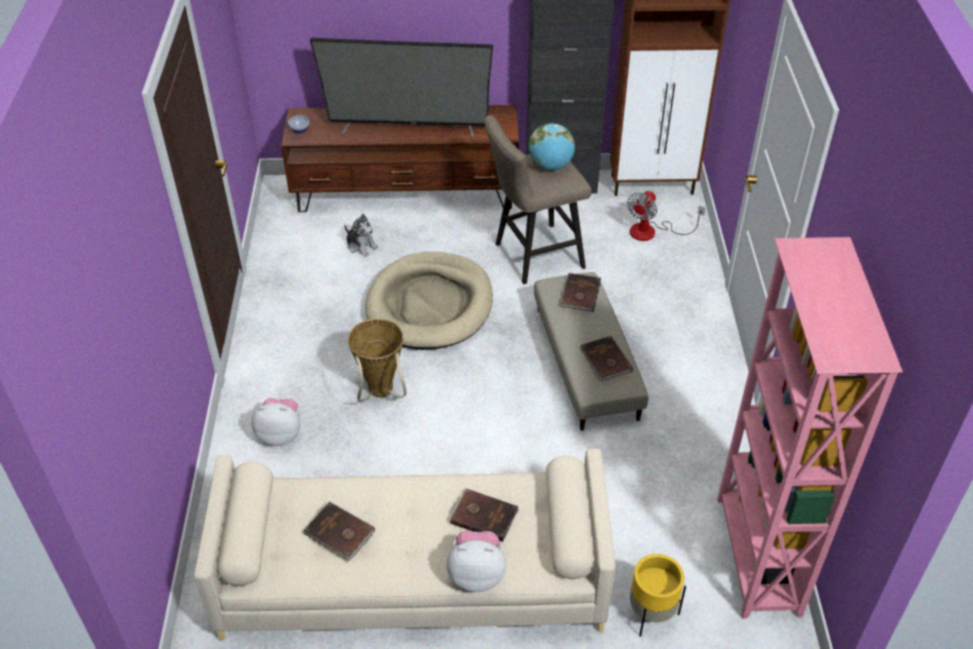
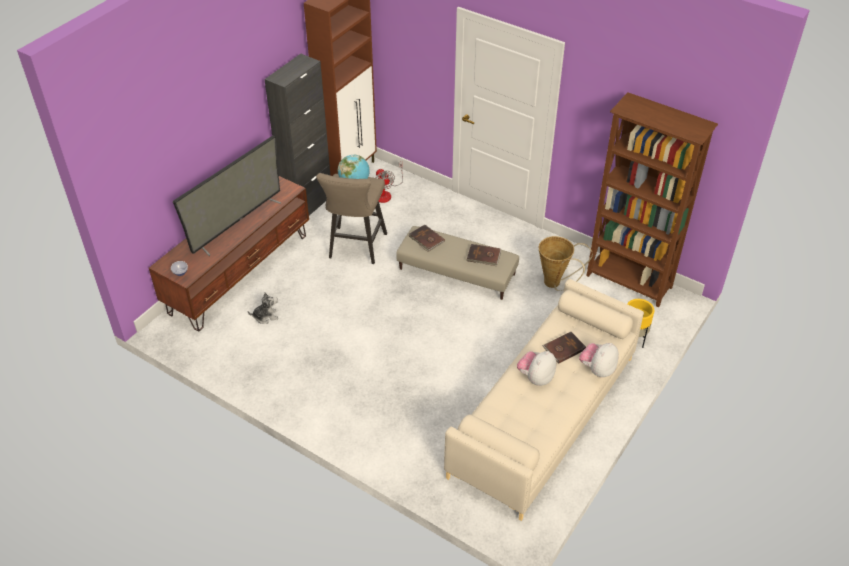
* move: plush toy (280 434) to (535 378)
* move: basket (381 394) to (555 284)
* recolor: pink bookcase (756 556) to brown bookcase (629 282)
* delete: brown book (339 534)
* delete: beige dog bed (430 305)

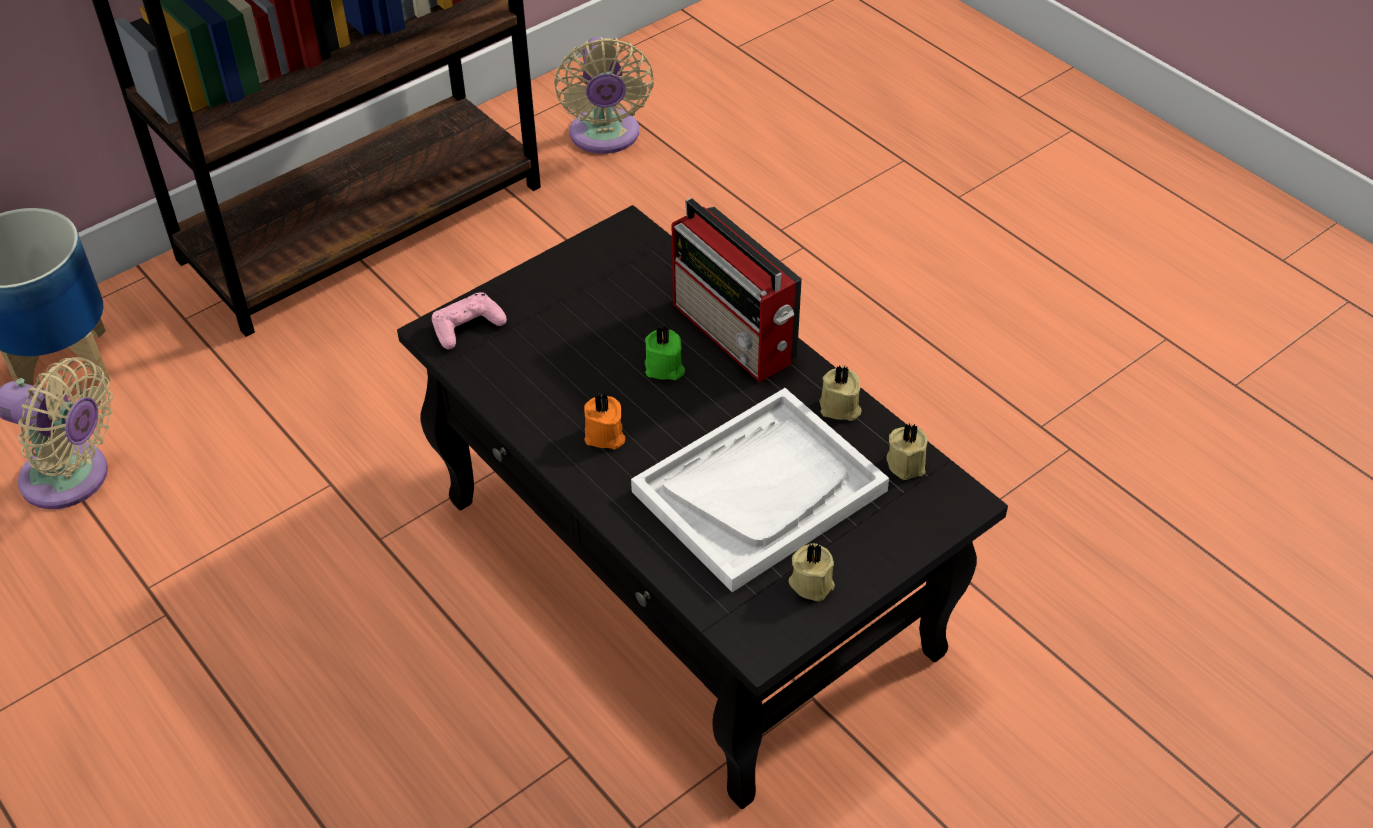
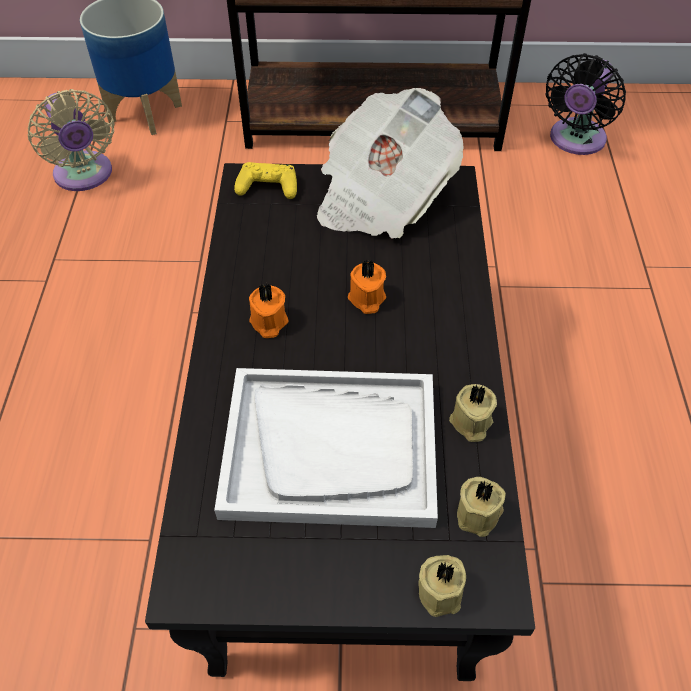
* recolor: pink game controller (467 326) to yellow game controller (268 187)
* insert: newspaper (381 196)
* recolor: green candle (664 368) to orange candle (366 299)
* move: beige candle (811 582) to (442 591)
* recolor: beige fan (605 137) to black fan (575 141)
* delete: radio (735 335)

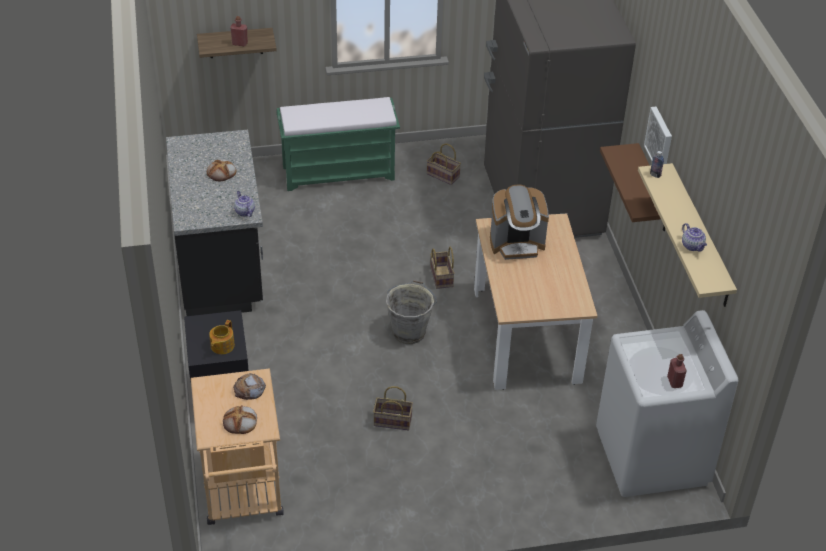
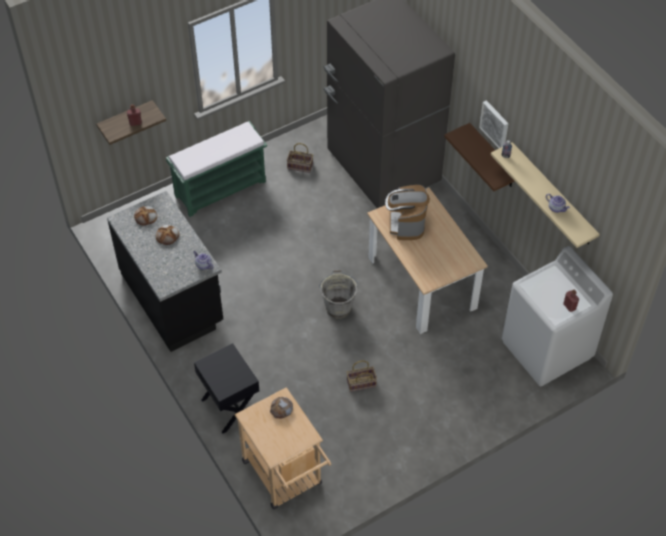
* move: bread (240 422) to (146 217)
* rotate: coffee machine (517 244) = (406 224) 120 degrees clockwise
* delete: teapot (222 346)
* delete: basket (440 276)

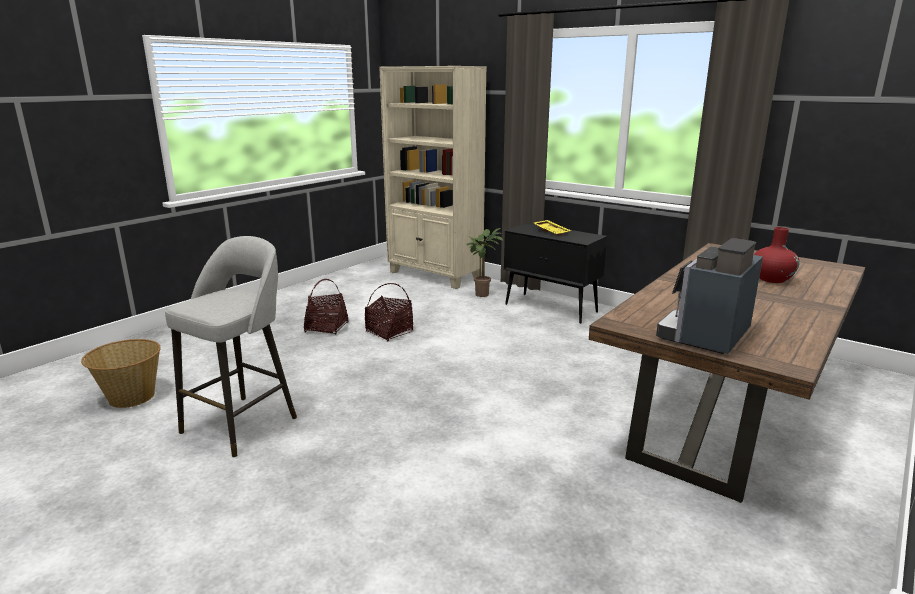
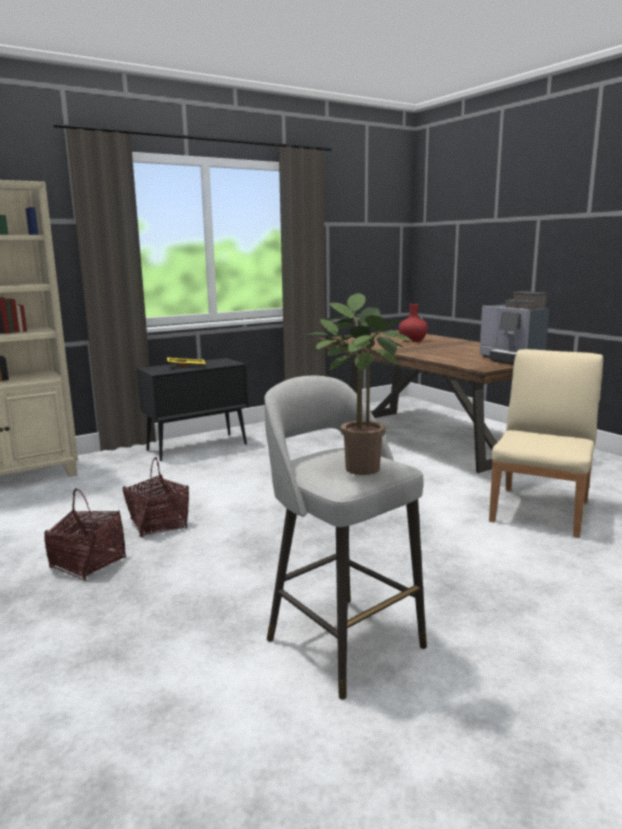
* move: potted plant (482 293) to (356 468)
* insert: beige chair (540 510)
* delete: basket (131 397)

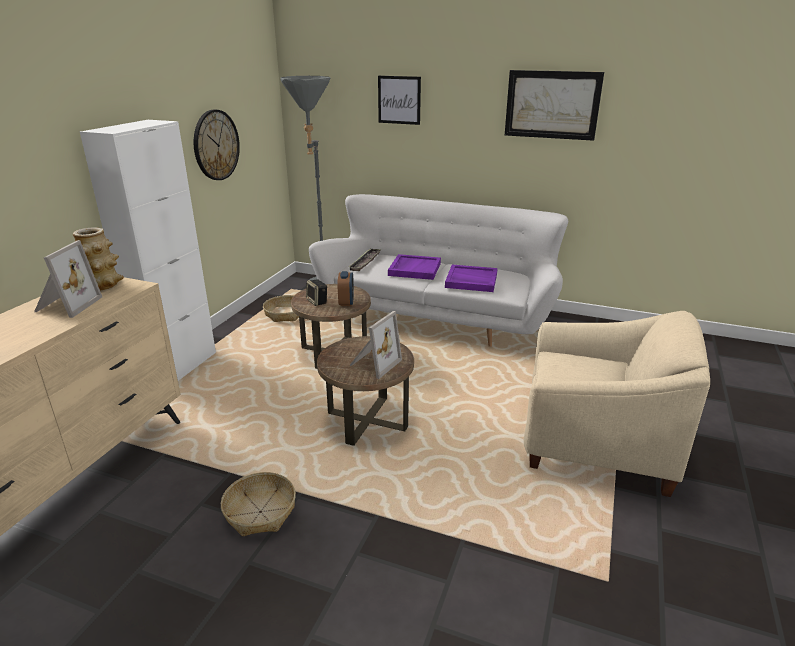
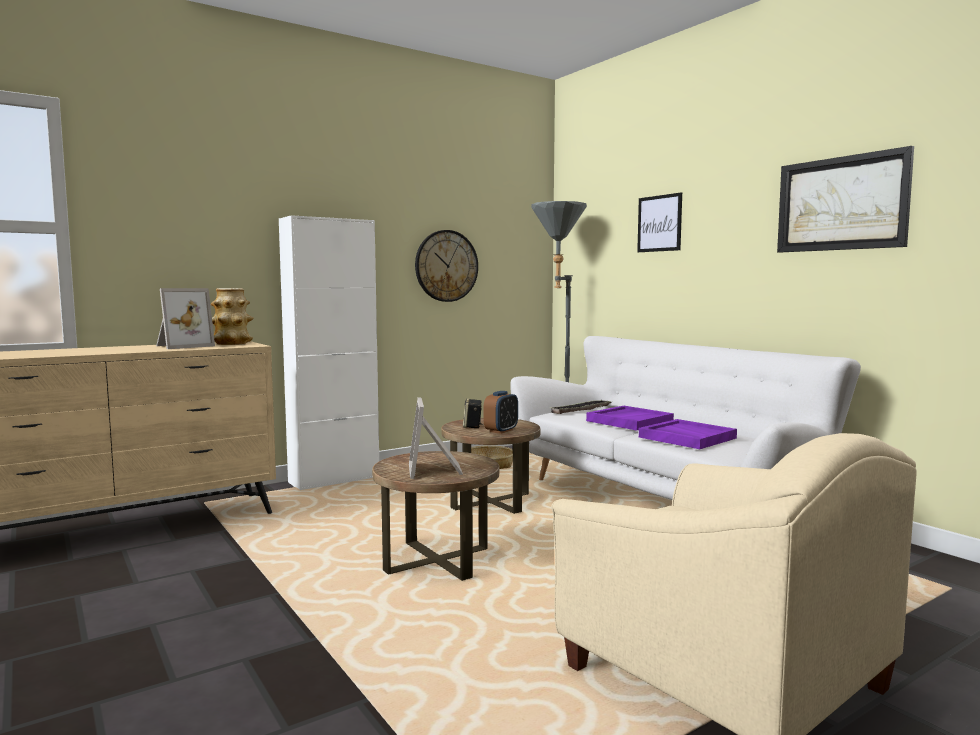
* rotate: picture frame (373 363) = (436 470) 105 degrees clockwise
* delete: basket (260 511)

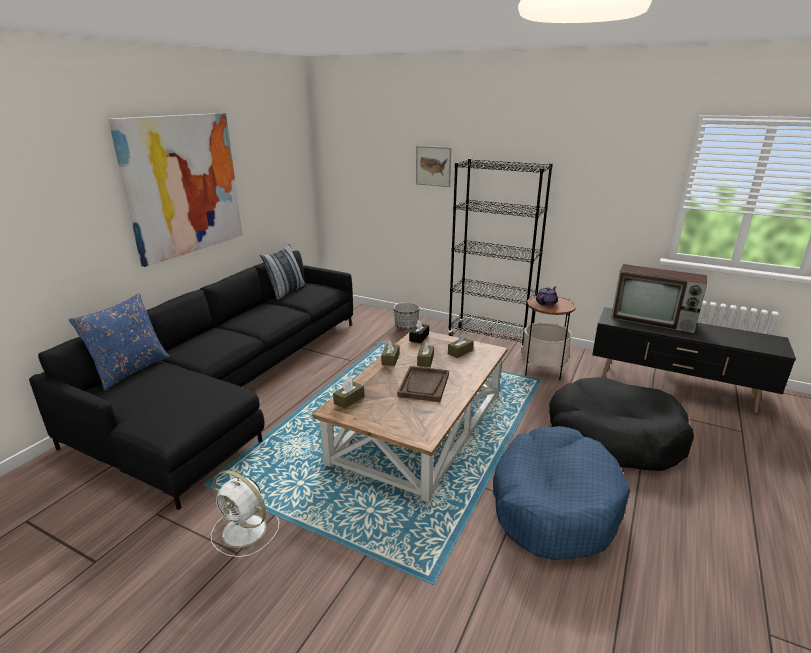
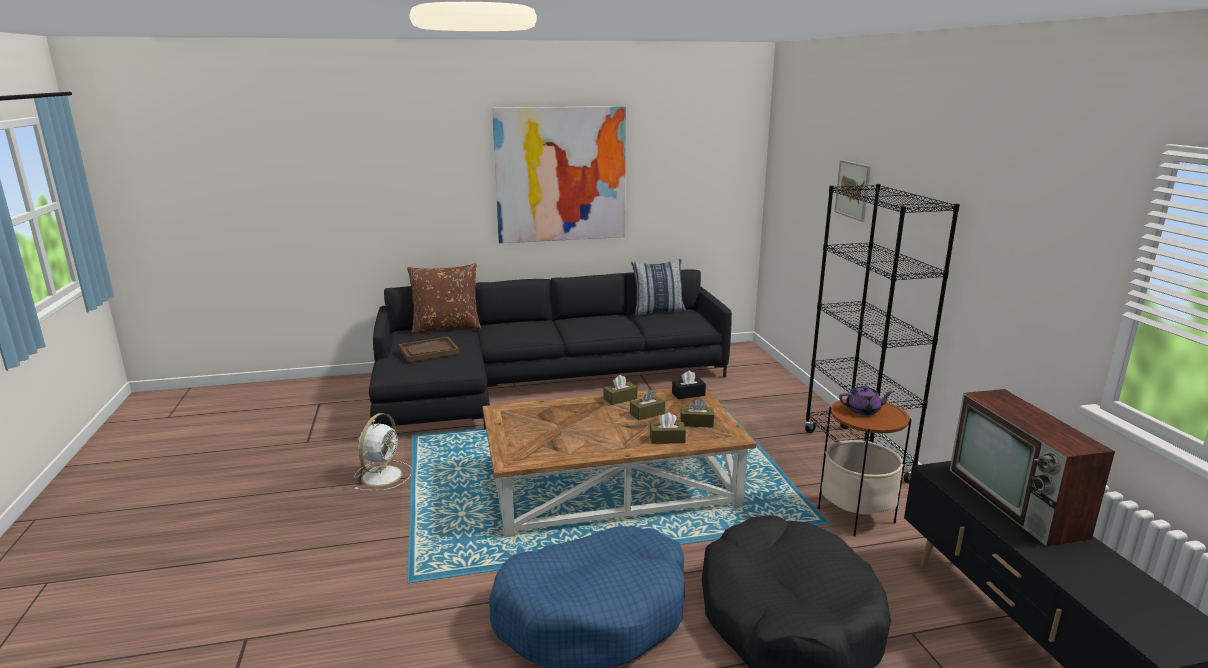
* rotate: white fan (246 531) = (383 475) 150 degrees counterclockwise
* move: brown tray (424 385) to (428 351)
* recolor: blue pillow (130 370) to brown pillow (446 327)
* move: brown tissue box (349 400) to (667 439)
* delete: planter (406 327)

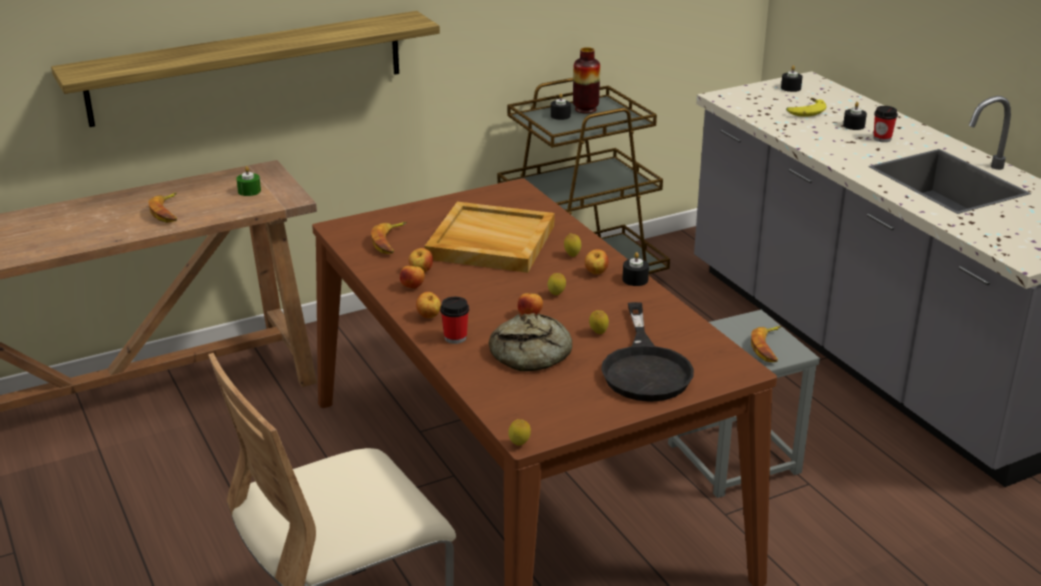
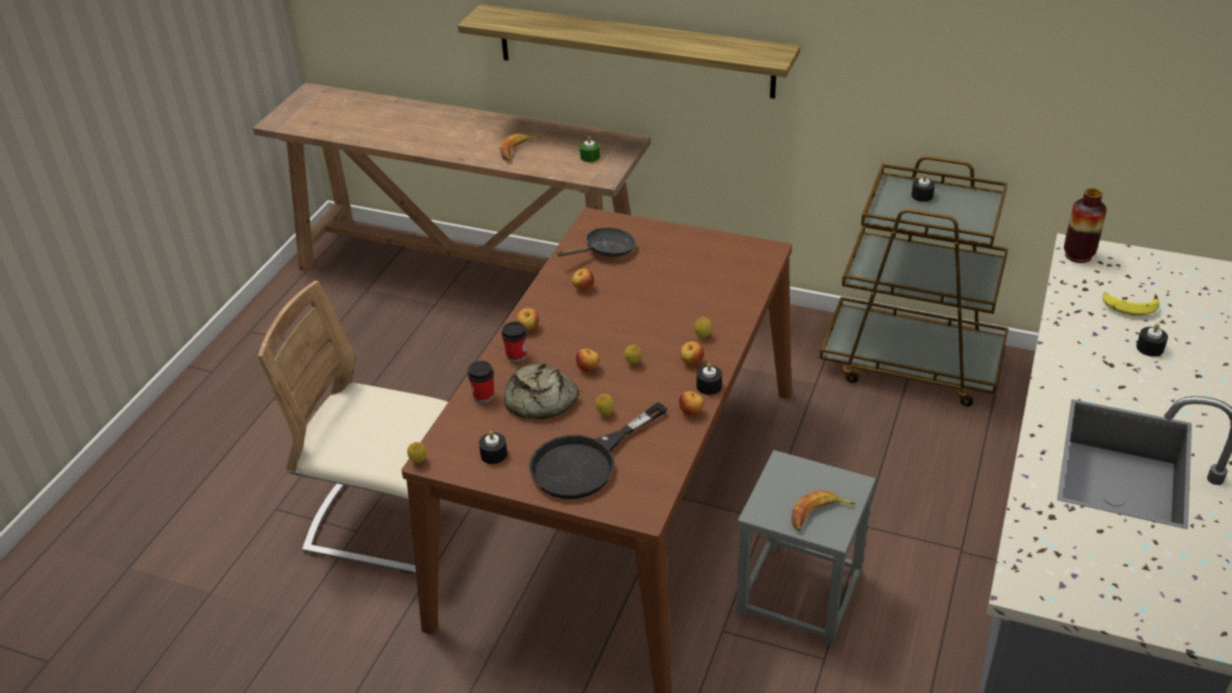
* move: cup (882 139) to (483 396)
* move: black candle (791 88) to (494 454)
* replace: banana (390 242) to black frying pan (605 251)
* move: apple (412 287) to (691 412)
* move: vase (585 109) to (1078 255)
* delete: beige tray (489 242)

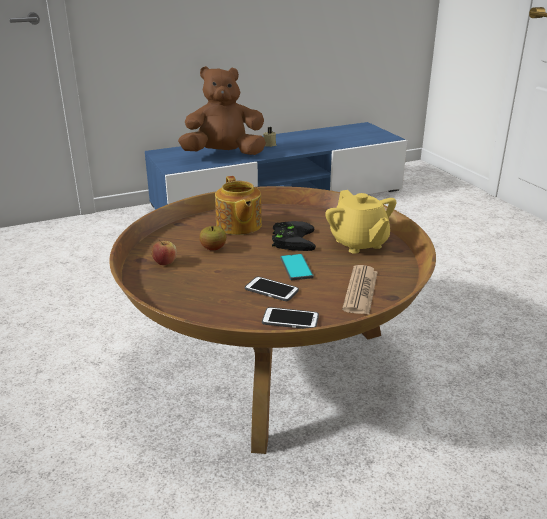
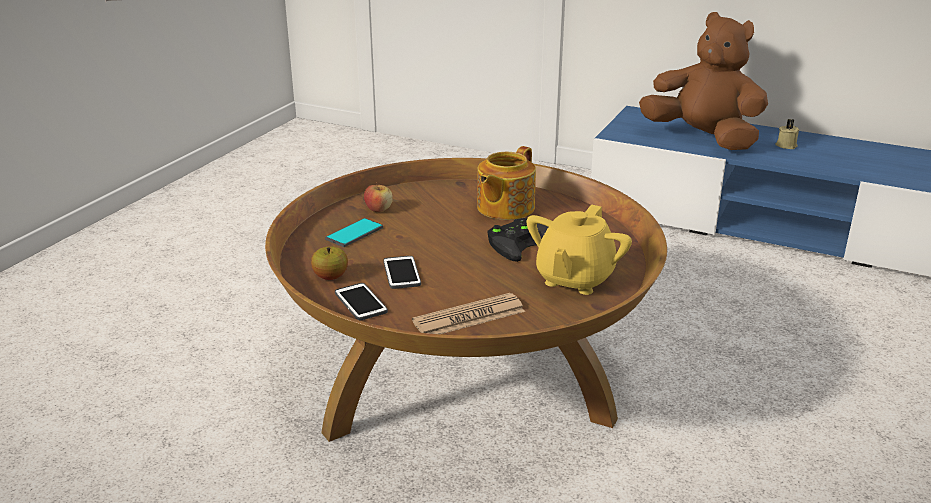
* move: apple (213 248) to (330 277)
* move: phone (296 267) to (354 233)

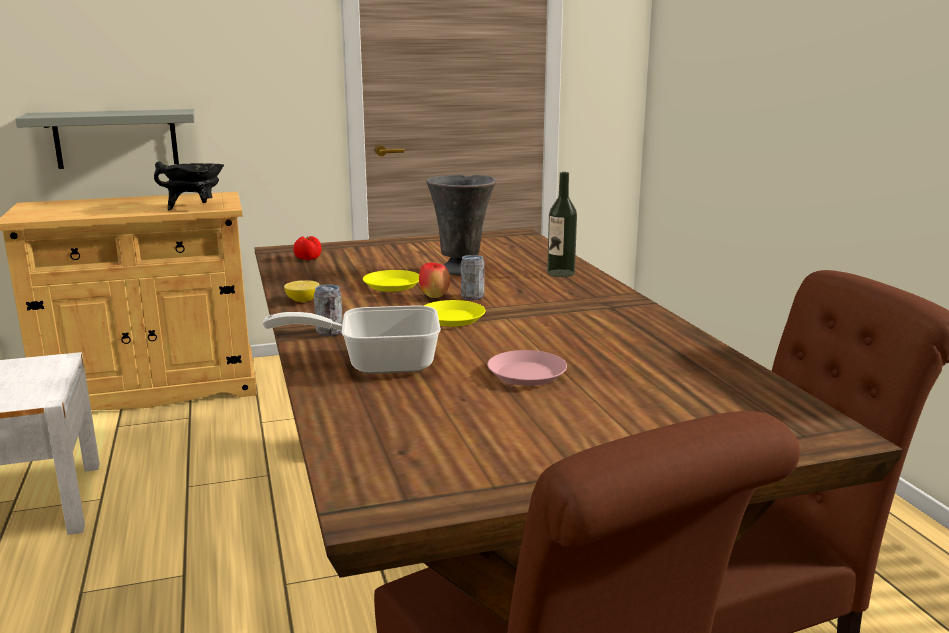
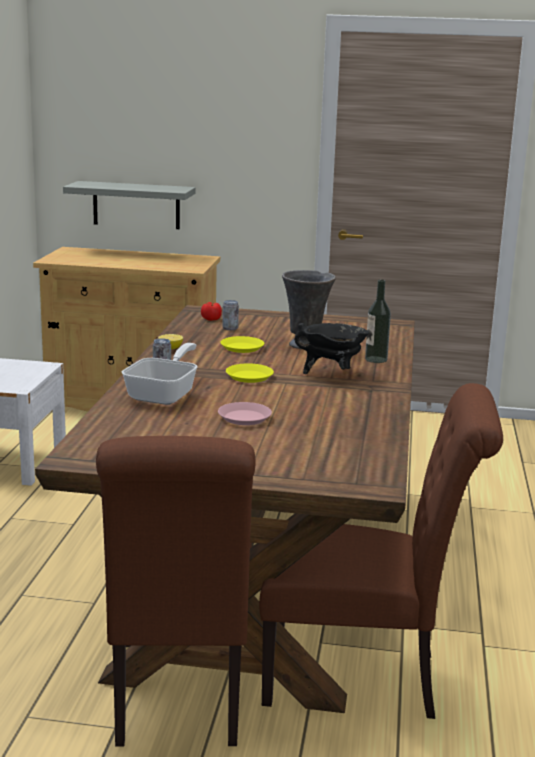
* rotate: frying pan (376 363) = (165 394) 90 degrees clockwise
* move: can (472 297) to (230 328)
* move: black cooking pot (195 207) to (332 373)
* delete: apple (434 297)

